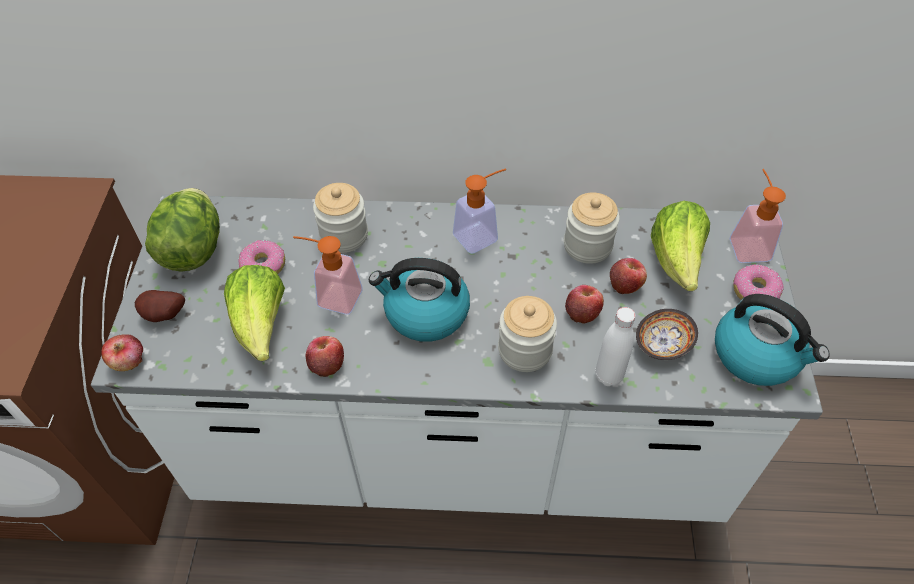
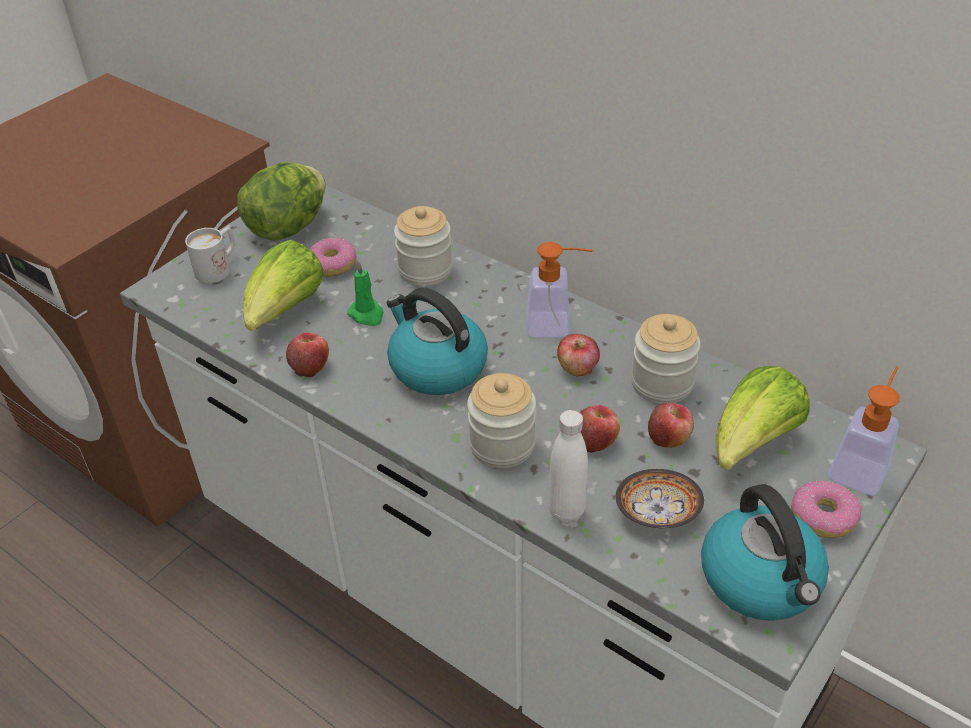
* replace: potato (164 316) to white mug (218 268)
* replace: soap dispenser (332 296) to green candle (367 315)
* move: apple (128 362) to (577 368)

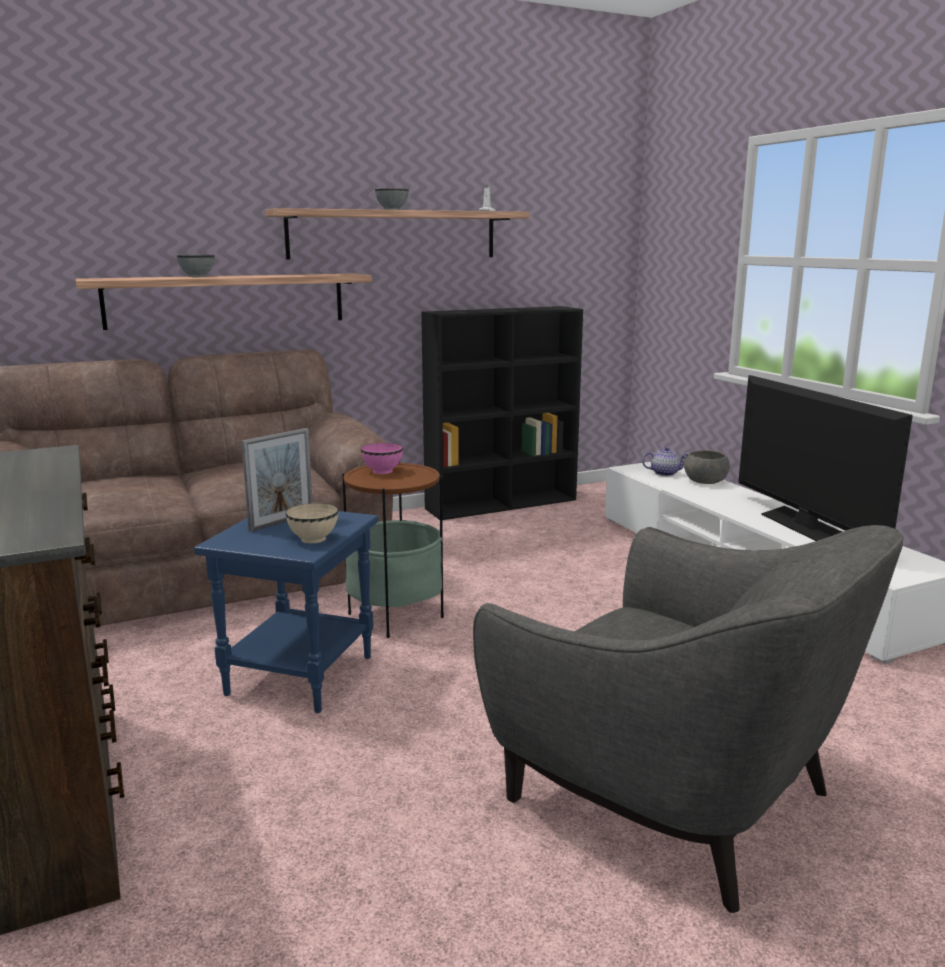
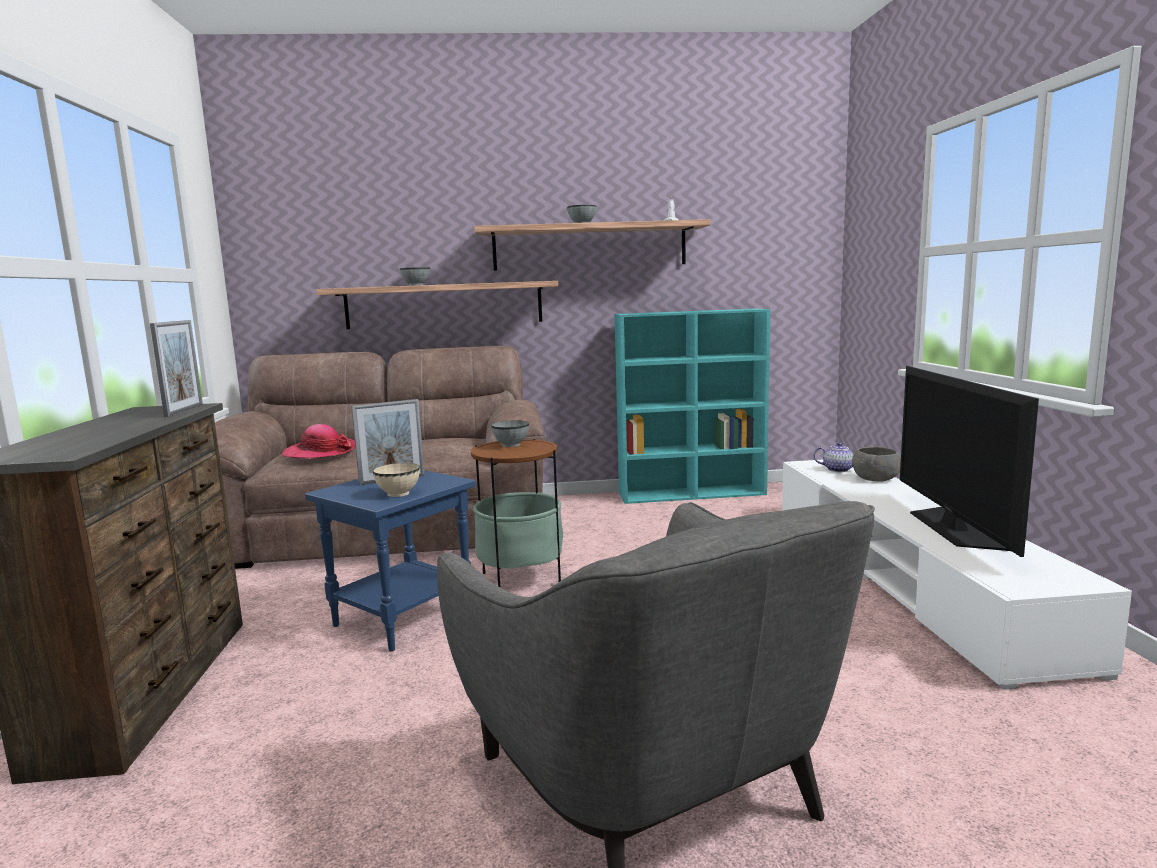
* insert: picture frame (184 410)
* insert: hat (320 452)
* recolor: pink bowl (382 471) to grey bowl (511 445)
* recolor: black bookcase (502 504) to turquoise bookcase (693 493)

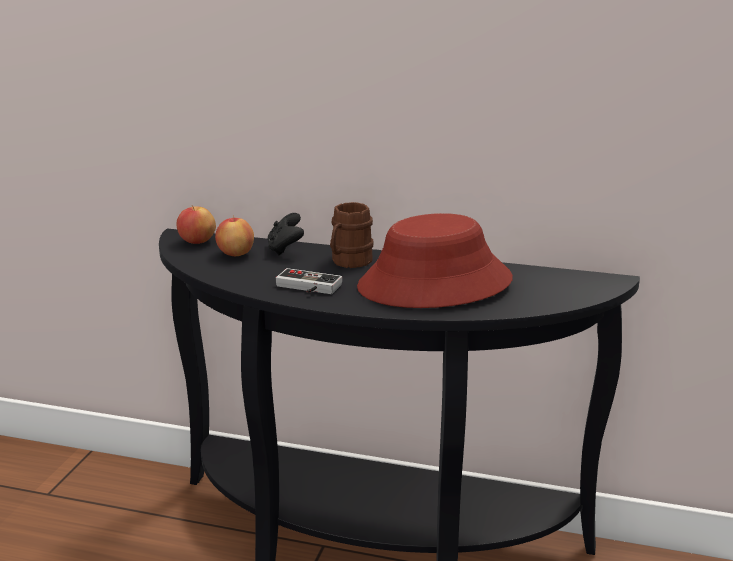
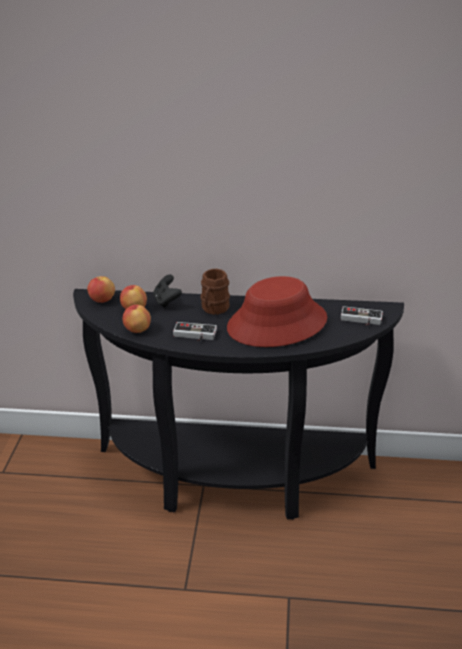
* insert: apple (137 330)
* insert: game controller (360 320)

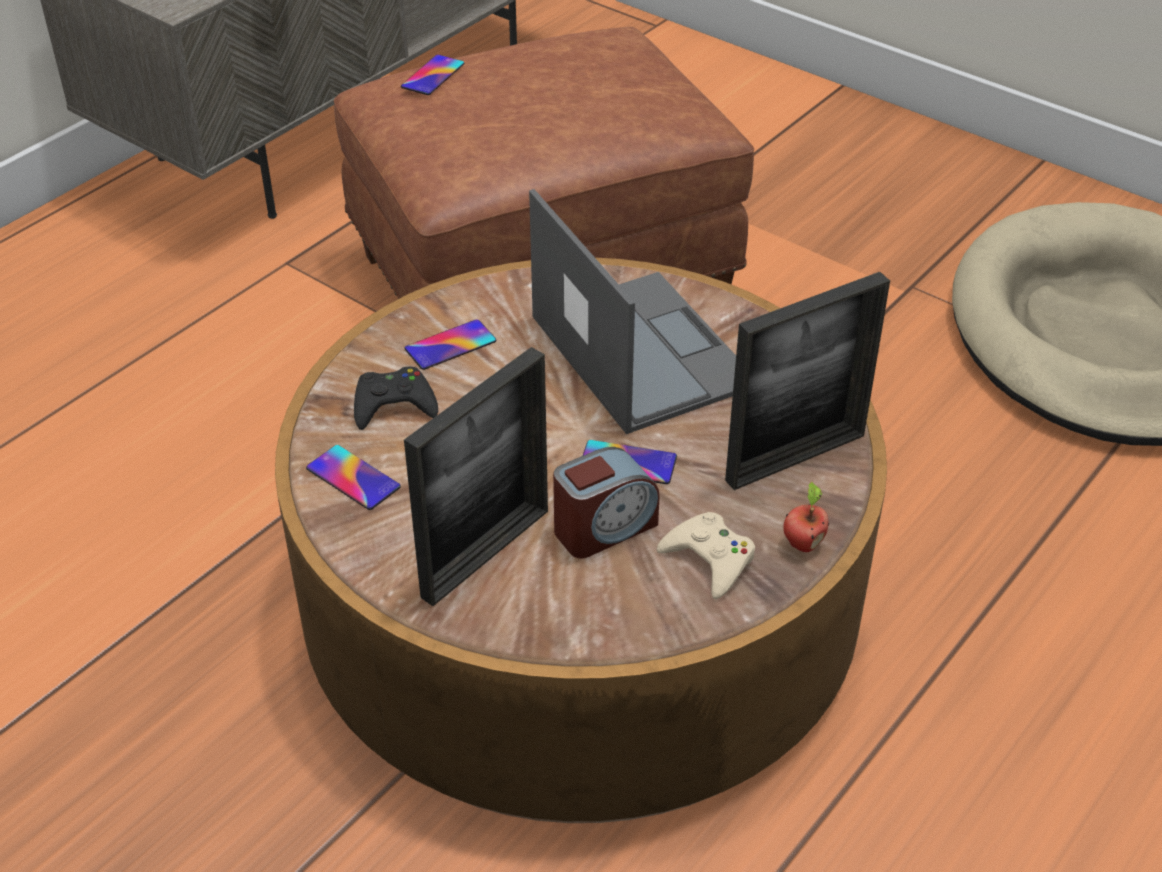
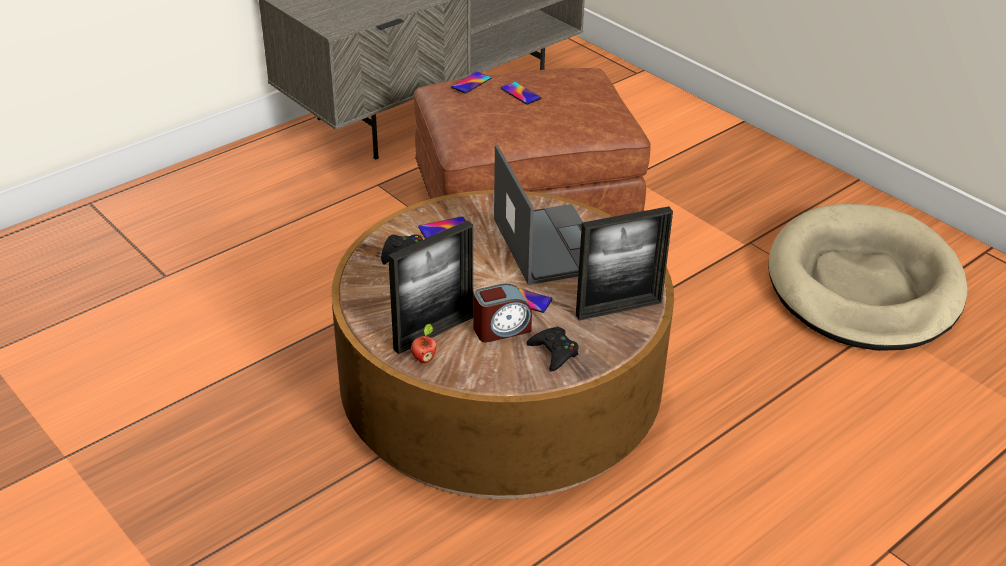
* move: apple (802 543) to (424 358)
* move: phone (353 478) to (520 93)
* recolor: beige game controller (709 560) to black game controller (554 352)

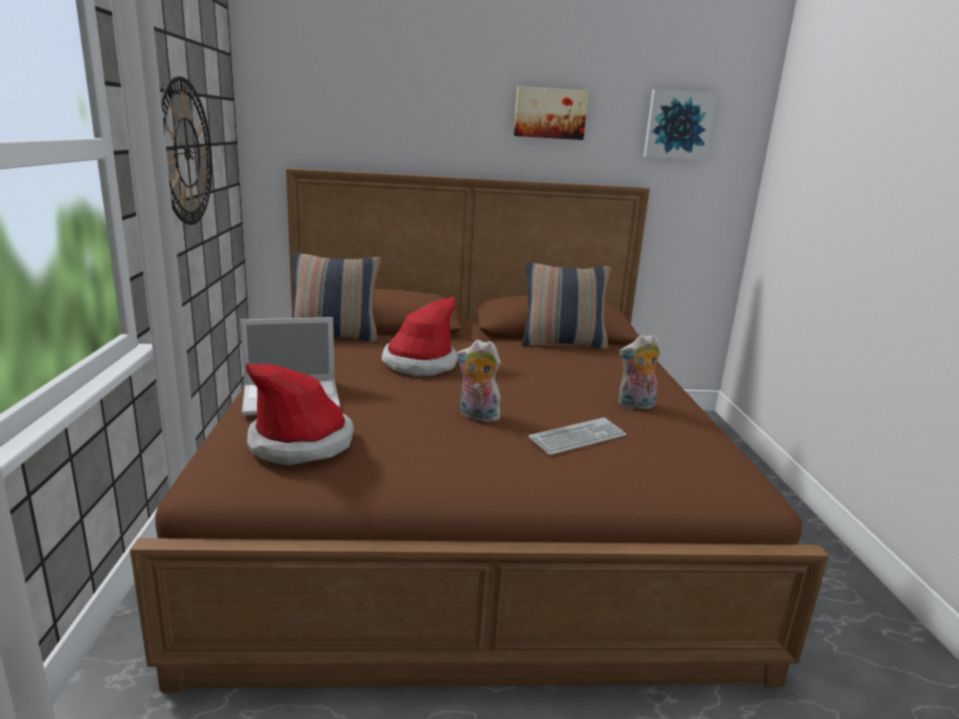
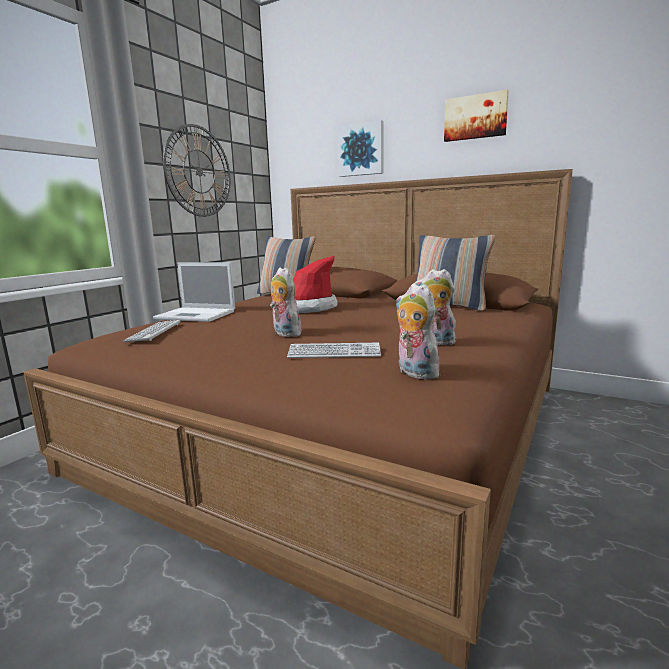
* replace: hat (301 442) to keyboard (153 332)
* move: picture (678 125) to (361 150)
* insert: plush toy (414 373)

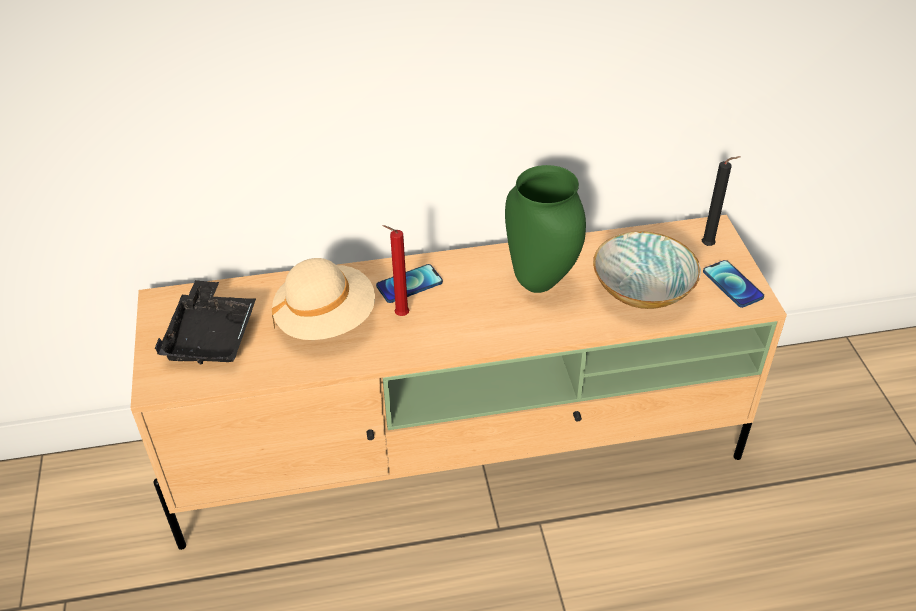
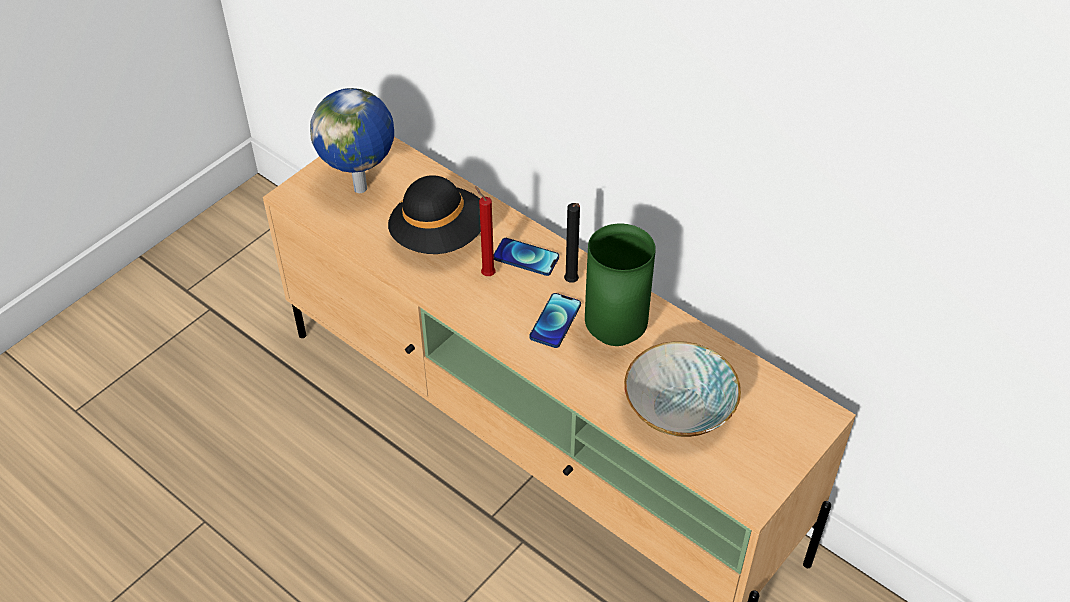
* replace: black tray (211 336) to globe (362 188)
* recolor: beige hat (326 320) to black hat (439 236)
* move: phone (732 284) to (555 321)
* move: black candle (709 246) to (572 283)

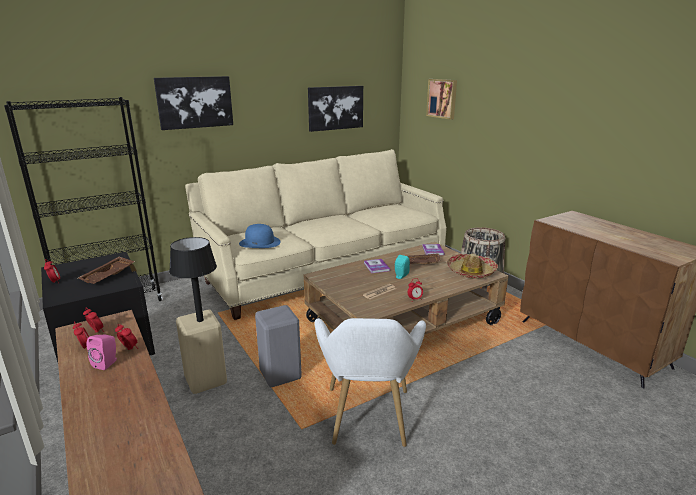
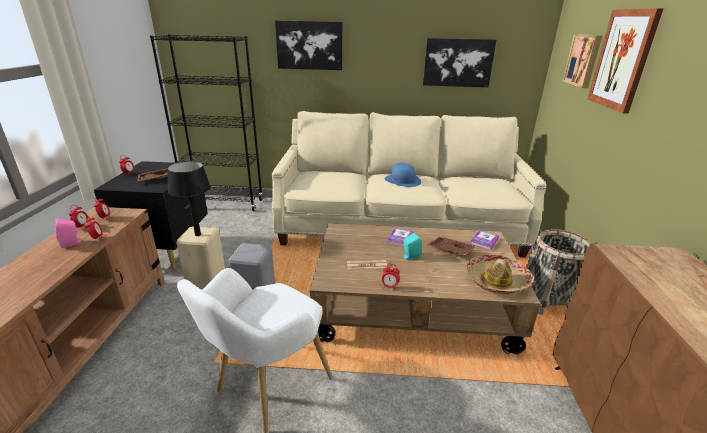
* move: blue hat (260 242) to (402 180)
* insert: picture (623 60)

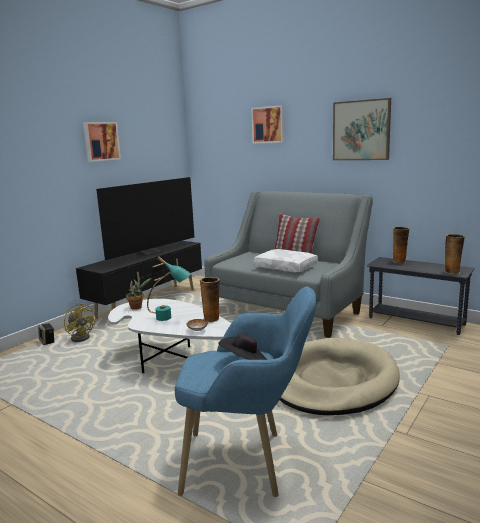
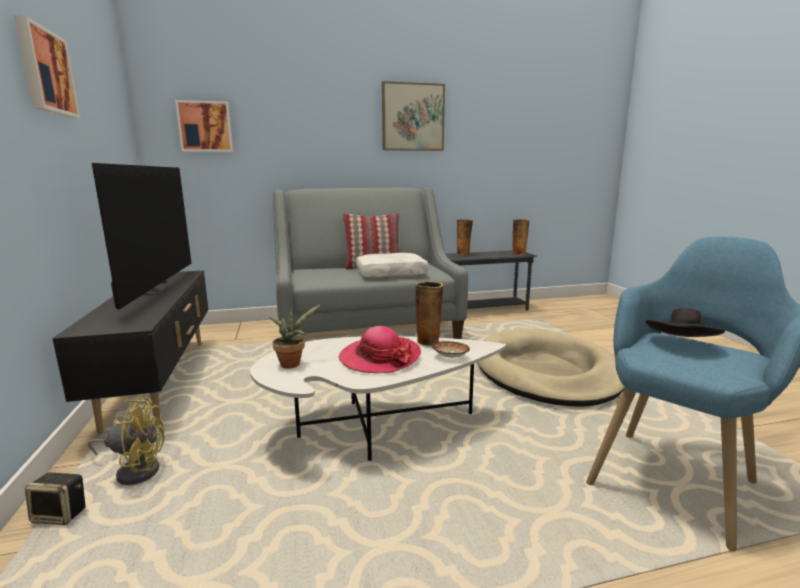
* move: picture (269 124) to (205 127)
* replace: turquoise table lamp (171 318) to hat (379 358)

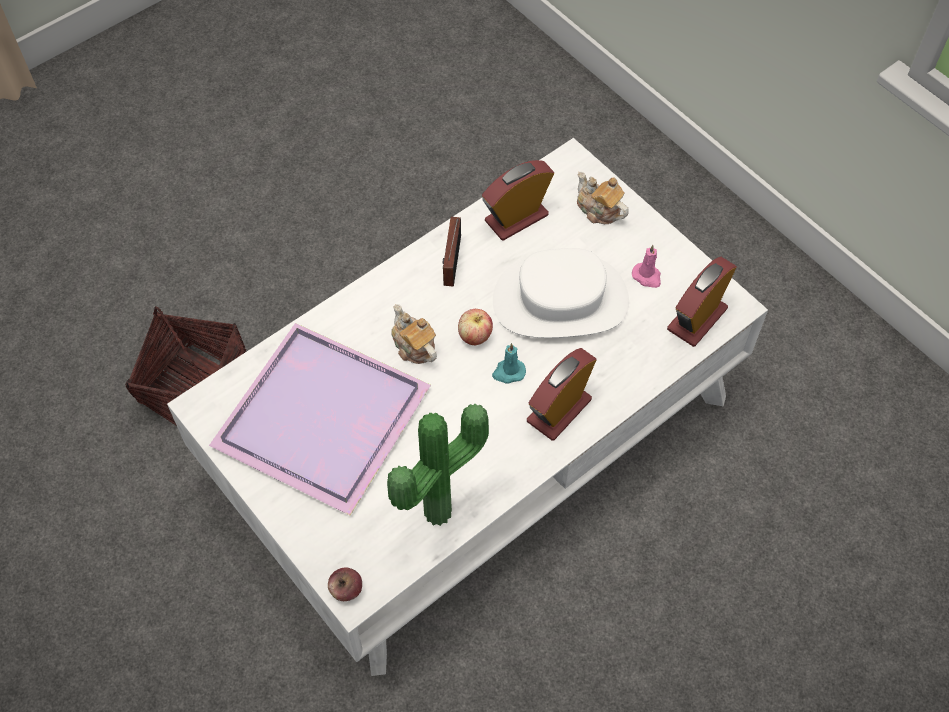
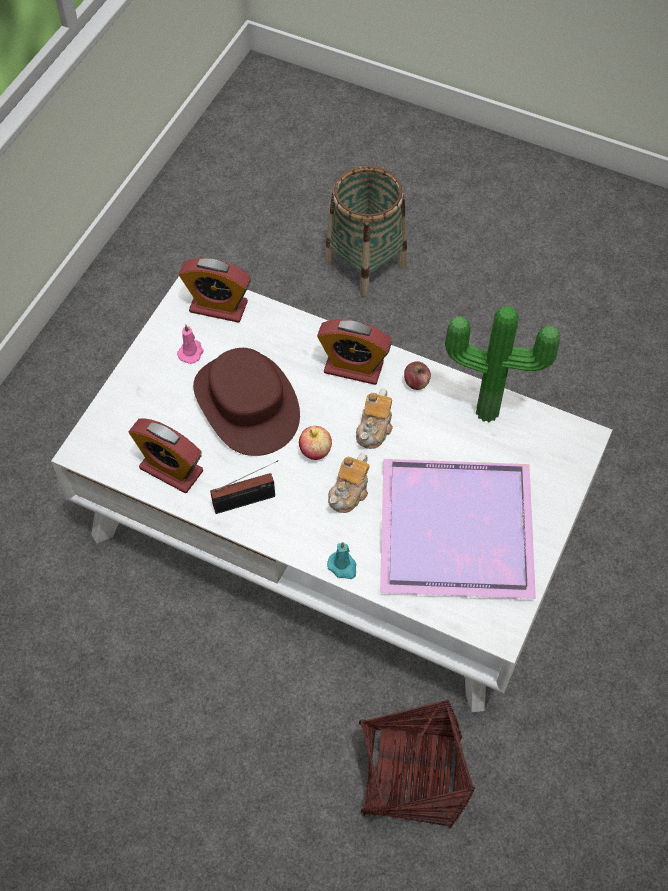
* recolor: white hat (560 301) to brown hat (247 403)
* insert: basket (365 264)
* move: turquoise candle (508 372) to (343 566)
* move: teapot (598 210) to (374 429)
* move: apple (346 590) to (416 382)

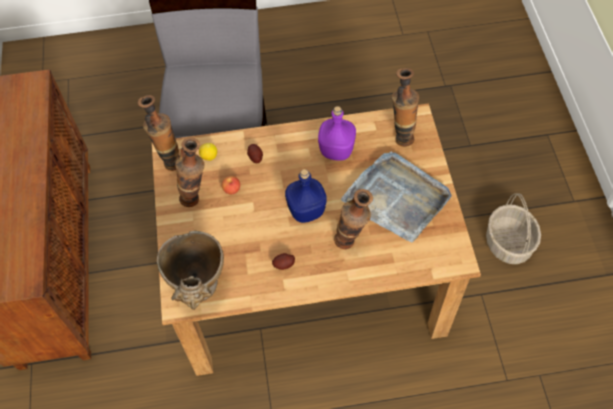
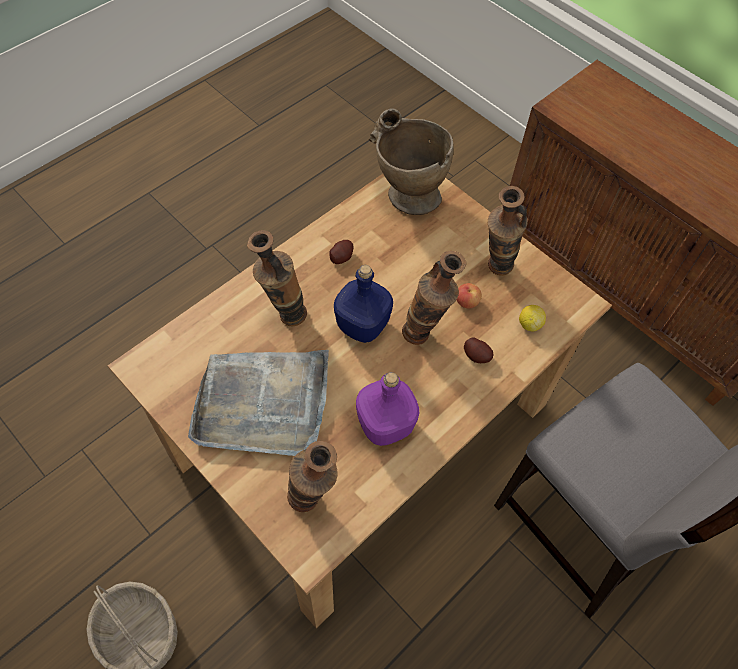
* move: vase (169 160) to (425 336)

